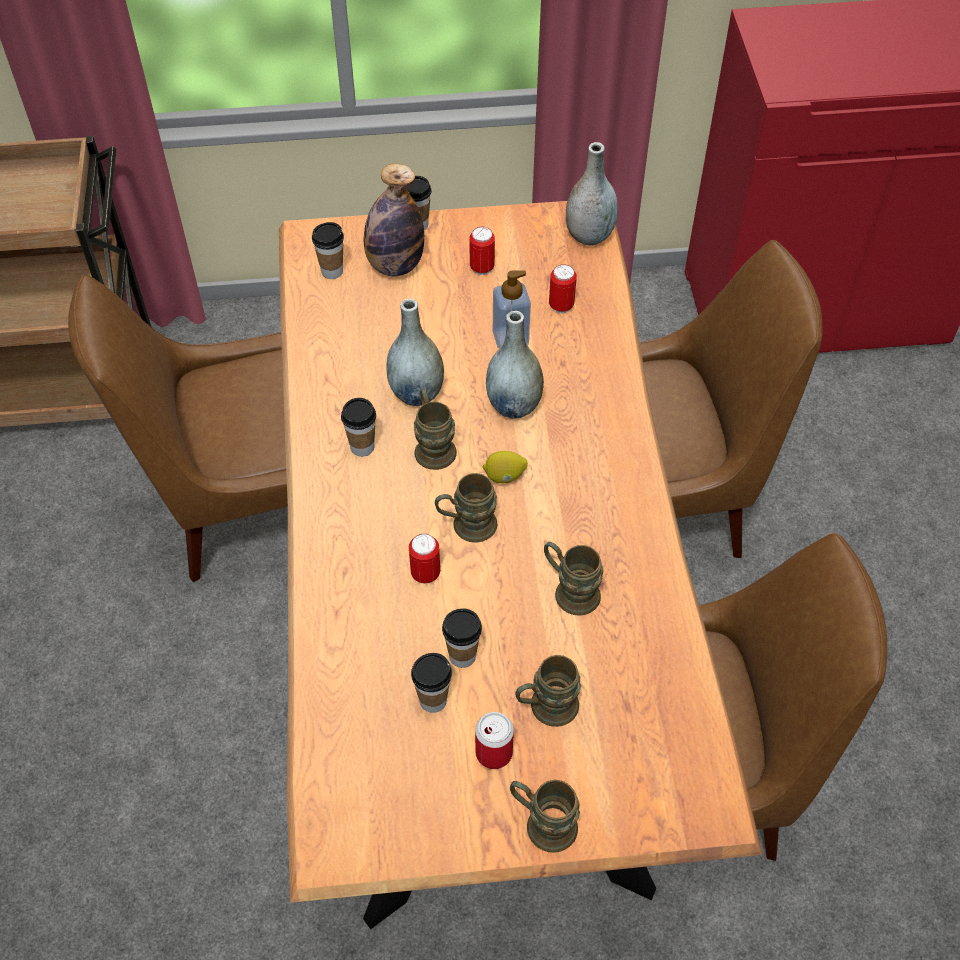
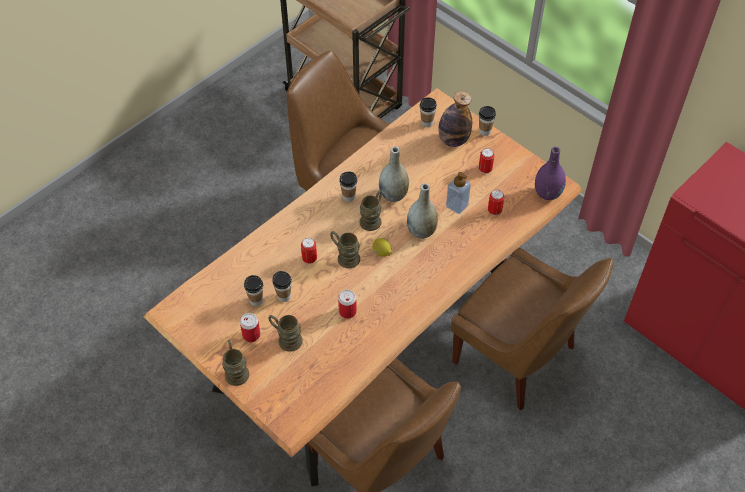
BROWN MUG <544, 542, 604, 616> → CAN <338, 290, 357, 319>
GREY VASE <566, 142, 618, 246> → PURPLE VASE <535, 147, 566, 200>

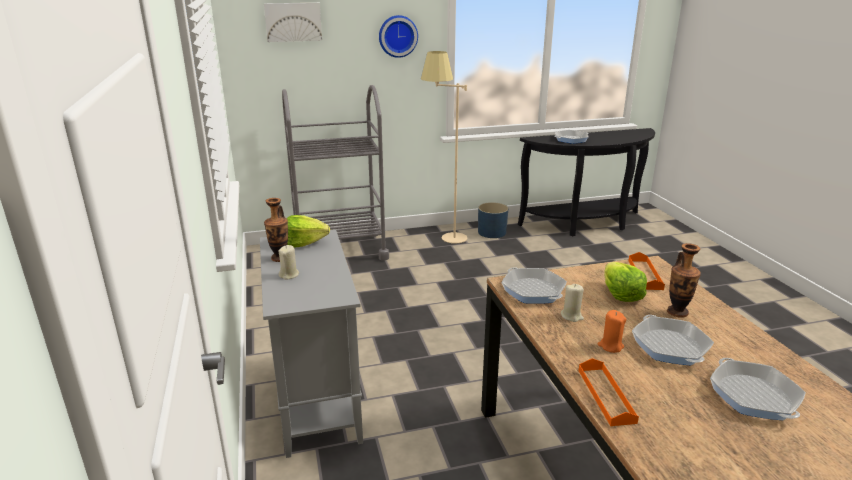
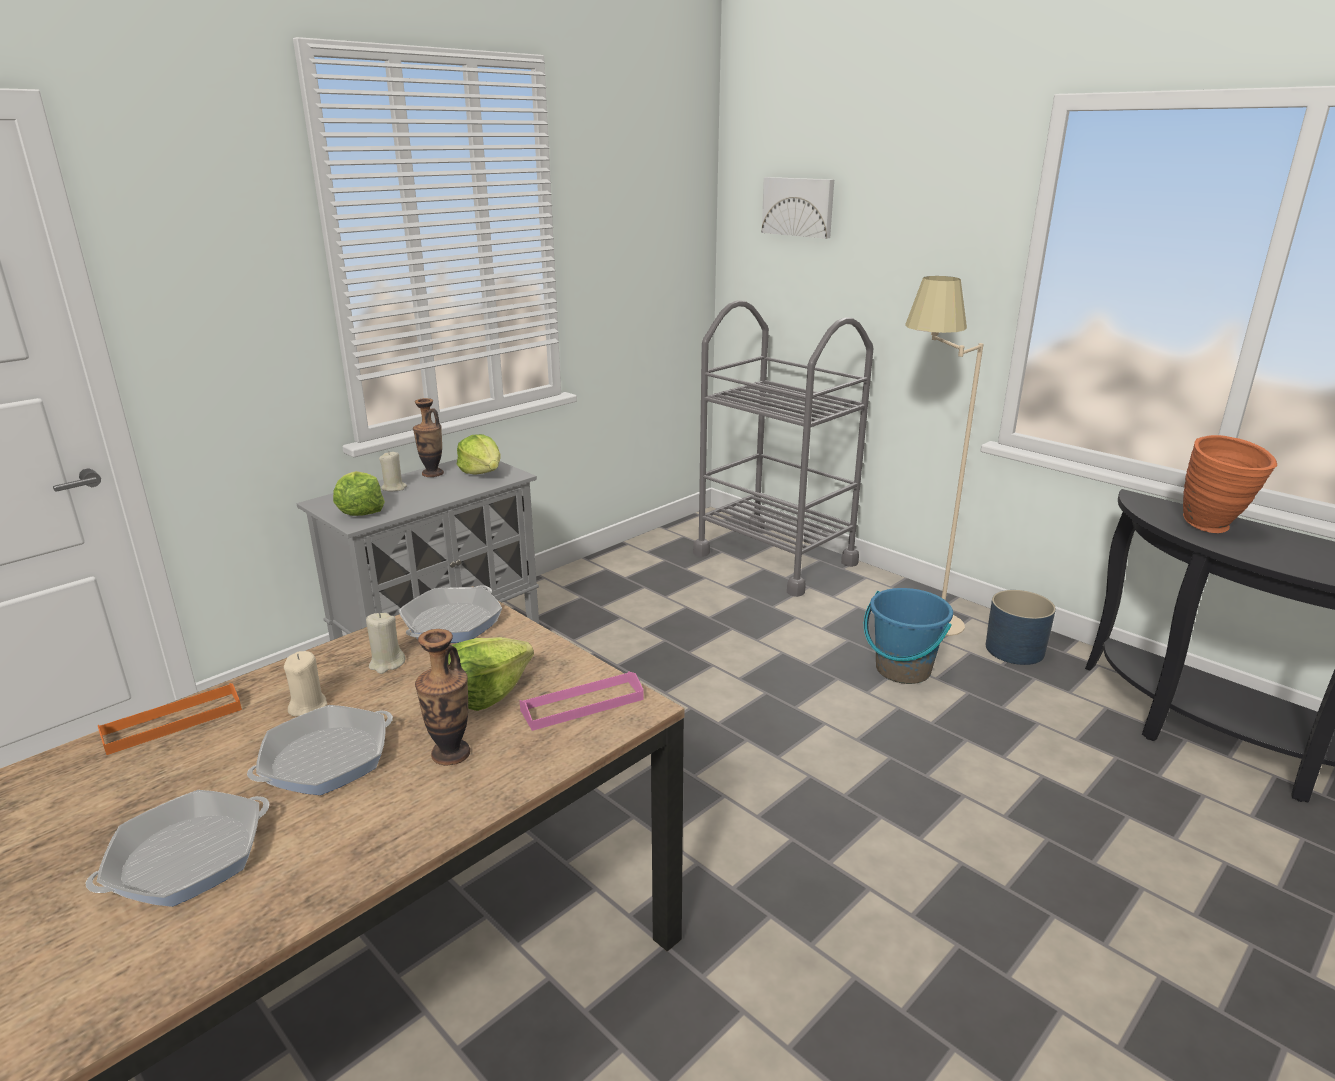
WALL CLOCK <379, 15, 418, 58> → -
- → LETTUCE <333, 471, 385, 516>
- → BLUE BUCKET <864, 588, 953, 684>
FRYING PAN <554, 130, 589, 144> → ORANGE VASE <1183, 435, 1277, 533>
ORANGE CANDLE <597, 310, 626, 353> → BEIGE CANDLE <284, 651, 327, 716>
ORANGE TRAY <628, 252, 665, 290> → PINK TRAY <520, 671, 644, 731>

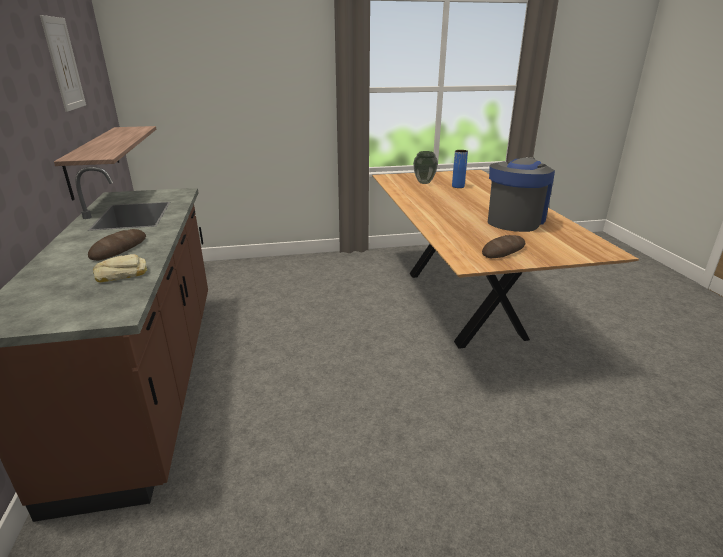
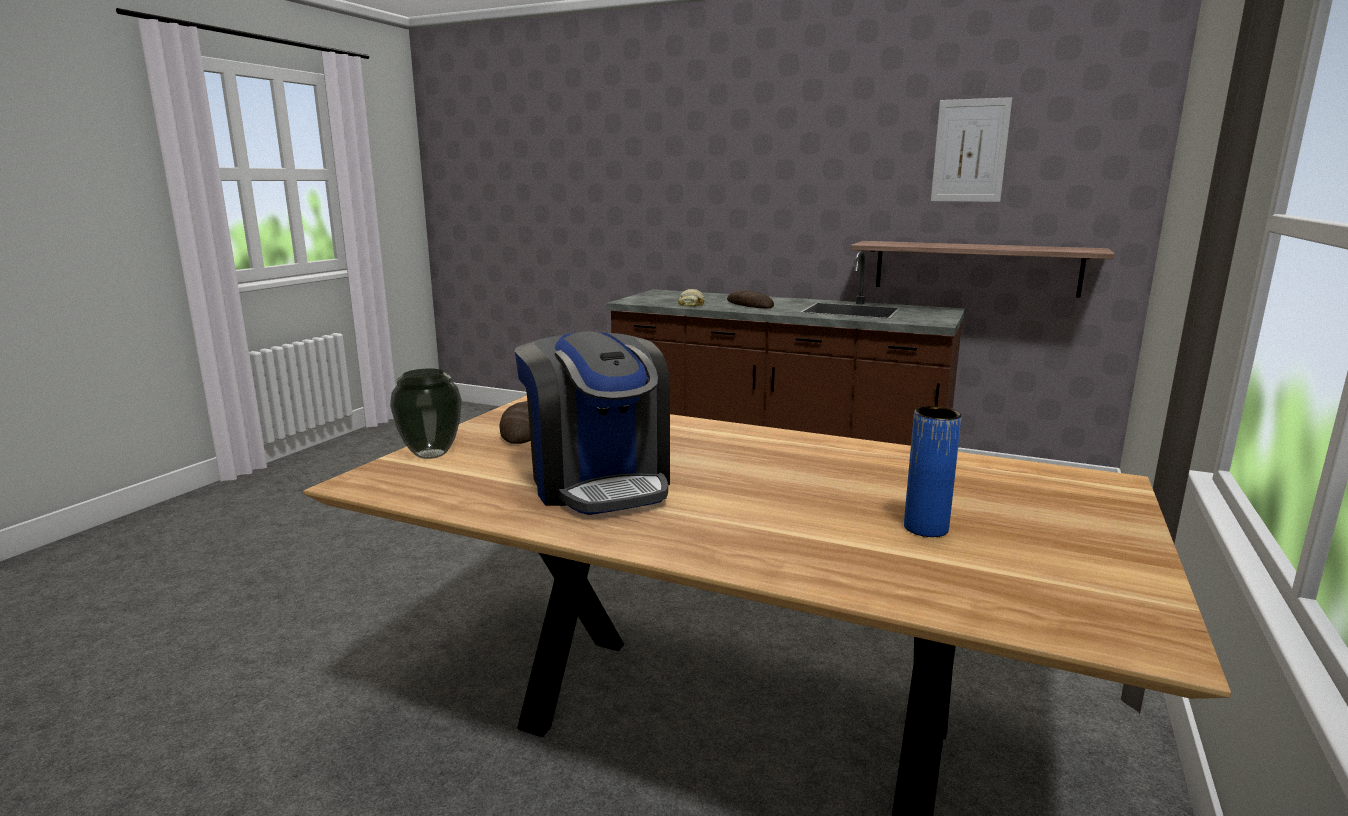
VASE <413, 151, 438, 184> → VASE <390, 369, 462, 459>, moved

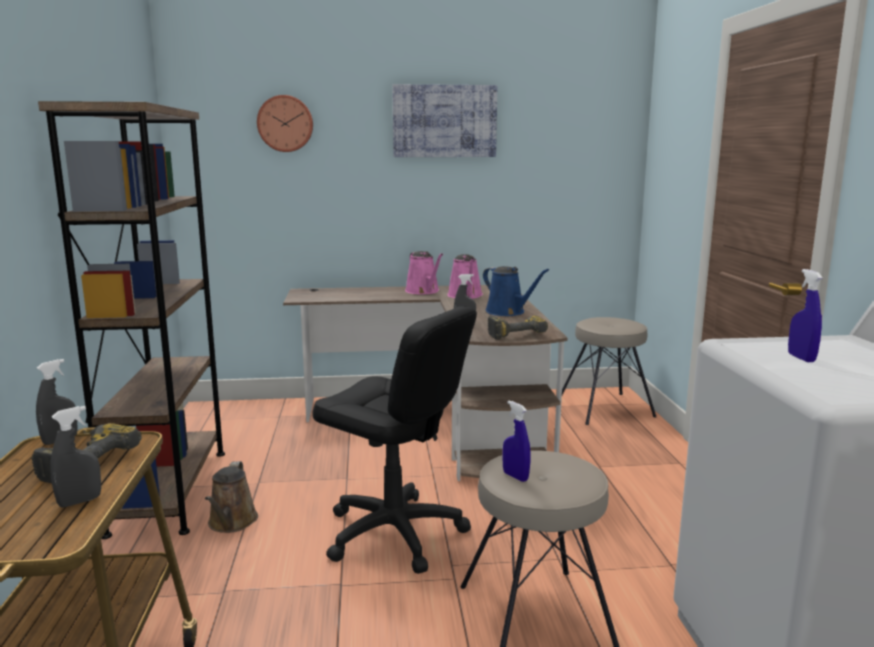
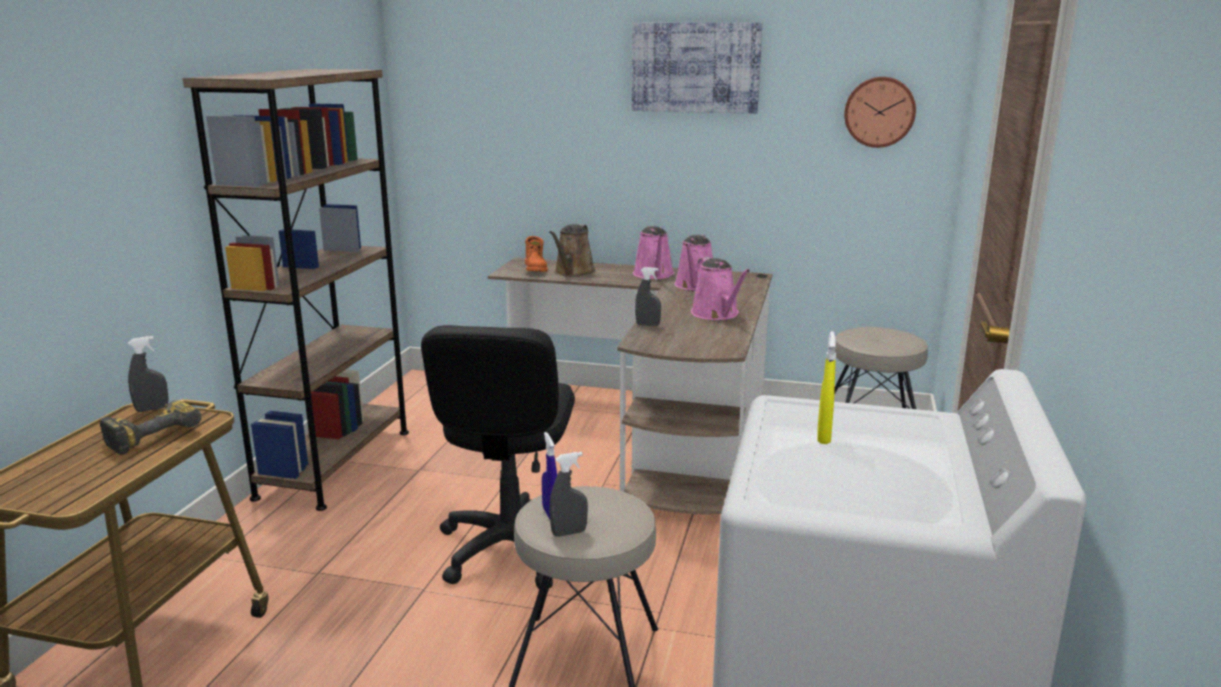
POWER DRILL <488, 316, 548, 340> → -
- → ORANGE BOOT <525, 236, 548, 272>
GREY SPRAY BOTTLE <50, 406, 101, 508> → GREY SPRAY BOTTLE <549, 452, 588, 537>, moved
BROWN WATERING CAN <205, 461, 258, 533> → BROWN WATERING CAN <549, 224, 596, 277>, moved
WALL CLOCK <257, 95, 313, 152> → WALL CLOCK <844, 77, 916, 148>, moved
BLUE WATERING CAN <483, 266, 549, 316> → PINK WATERING CAN <691, 257, 750, 320>
BLUE SPRAY BOTTLE <788, 269, 823, 362> → YELLOW SPRAY BOTTLE <817, 331, 836, 444>
BLACK OFFICE CHAIR <312, 306, 477, 574> → BLACK OFFICE CHAIR <421, 325, 575, 589>, 45 degrees clockwise

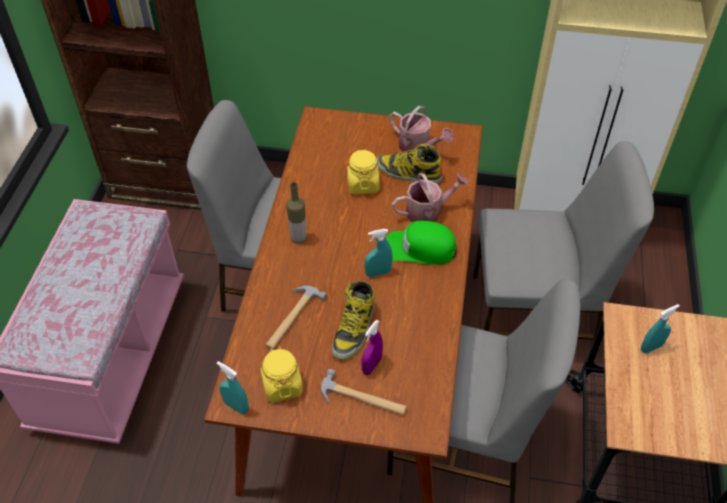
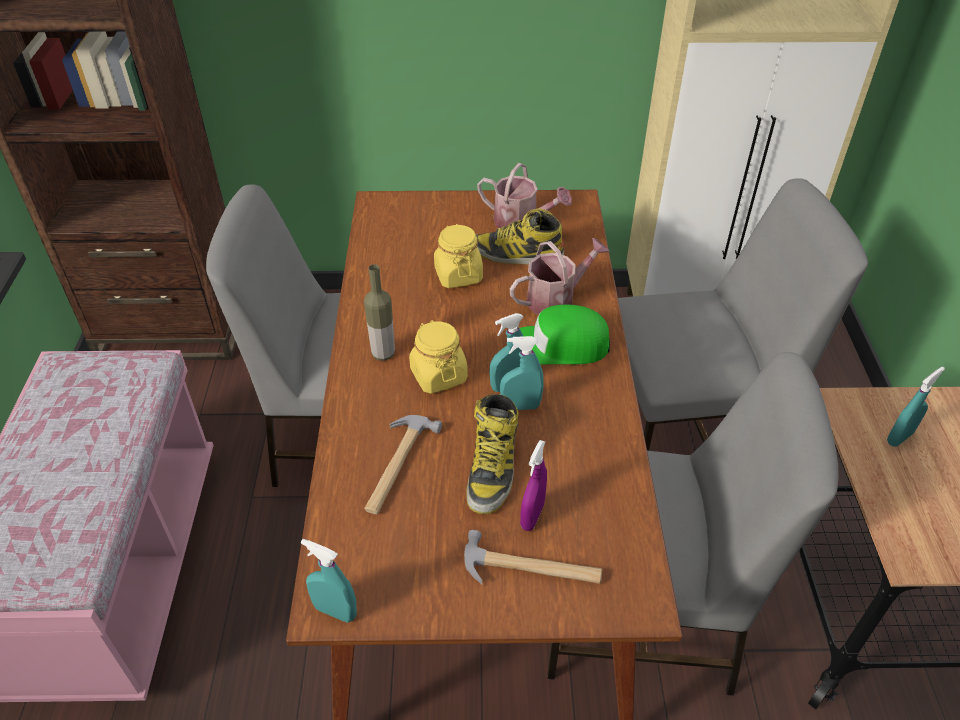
- → TURQUOISE SPRAY BOTTLE <500, 336, 544, 410>
YELLOW JAR <260, 346, 303, 402> → YELLOW JAR <409, 320, 468, 394>, moved

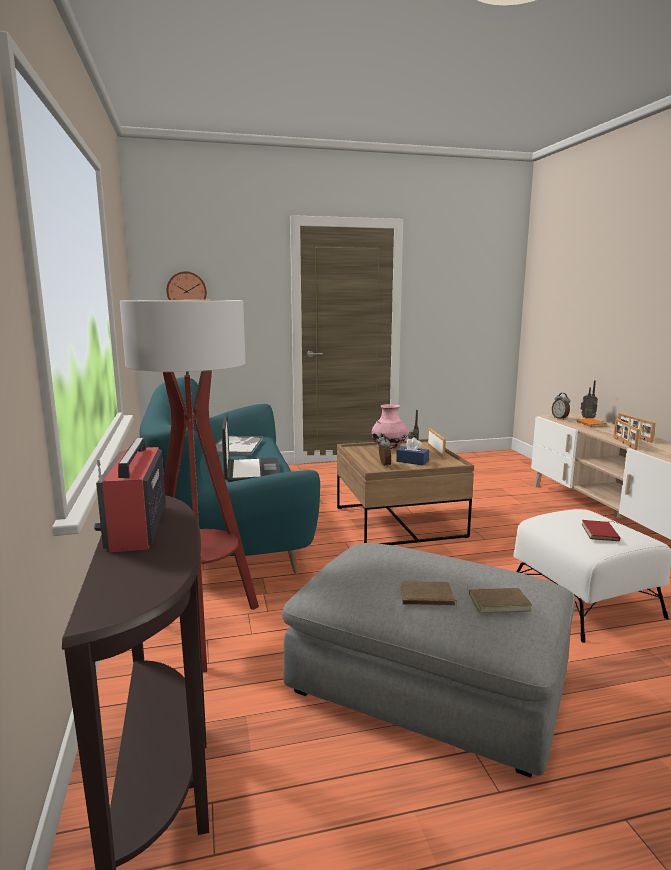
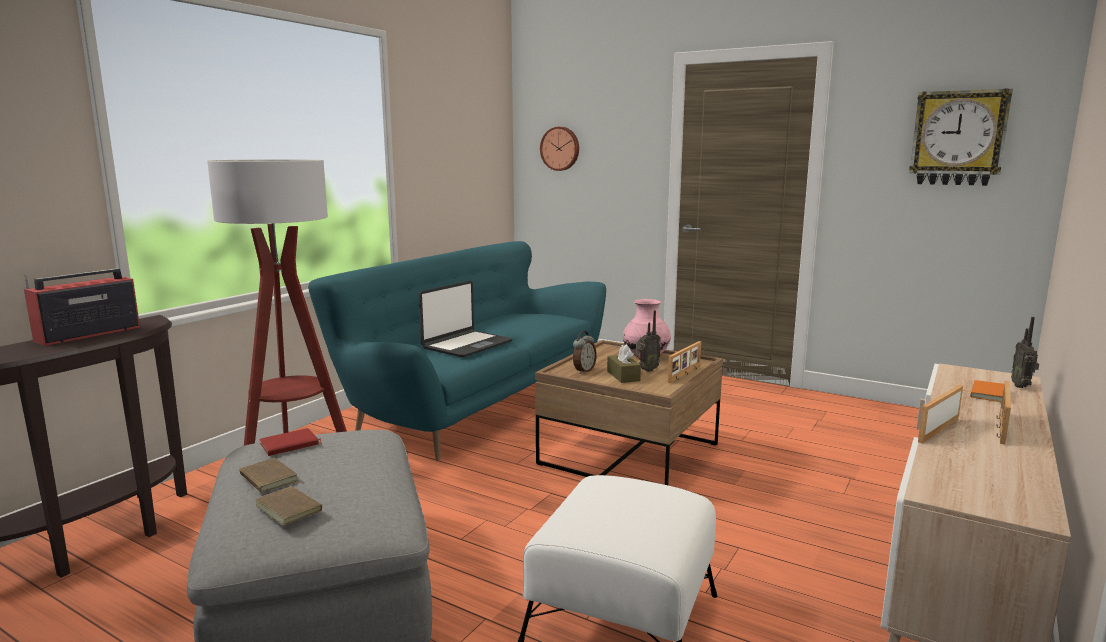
TRAY <216, 436, 263, 456> → -
ALARM CLOCK <552, 393, 570, 420> → -
- → WALL CLOCK <909, 89, 1013, 186>
RED BOOK <582, 520, 621, 541> → RED BOOK <259, 428, 322, 456>, moved
BLUE TISSUE BOX <396, 437, 429, 466> → BROWN TISSUE BOX <607, 344, 641, 383>

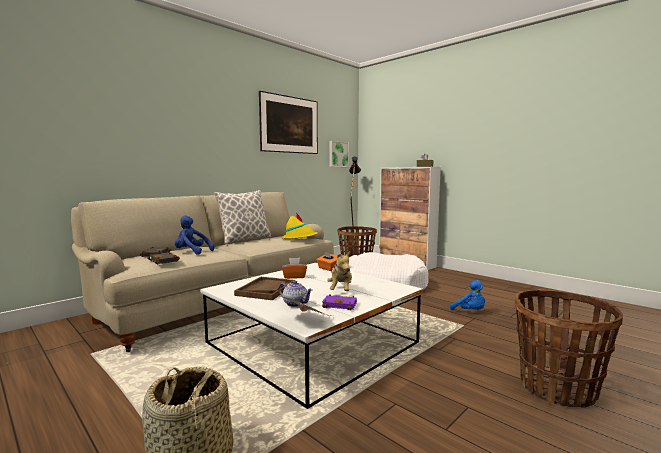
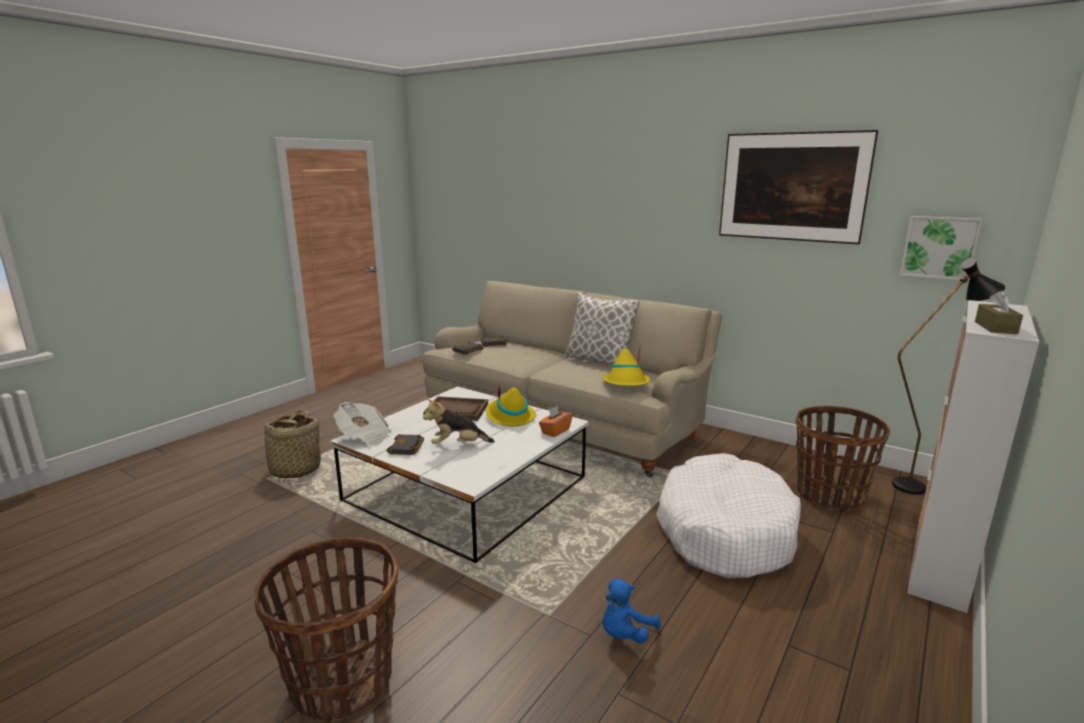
BLUE PLUSH TOY <175, 215, 214, 255> → -
TEAPOT <279, 281, 313, 307> → -
ORANGE TISSUE BOX <282, 258, 307, 279> → YELLOW HAT <486, 385, 536, 426>
PURPLE BOOK <322, 294, 357, 310> → BLACK BOOK <386, 434, 424, 455>

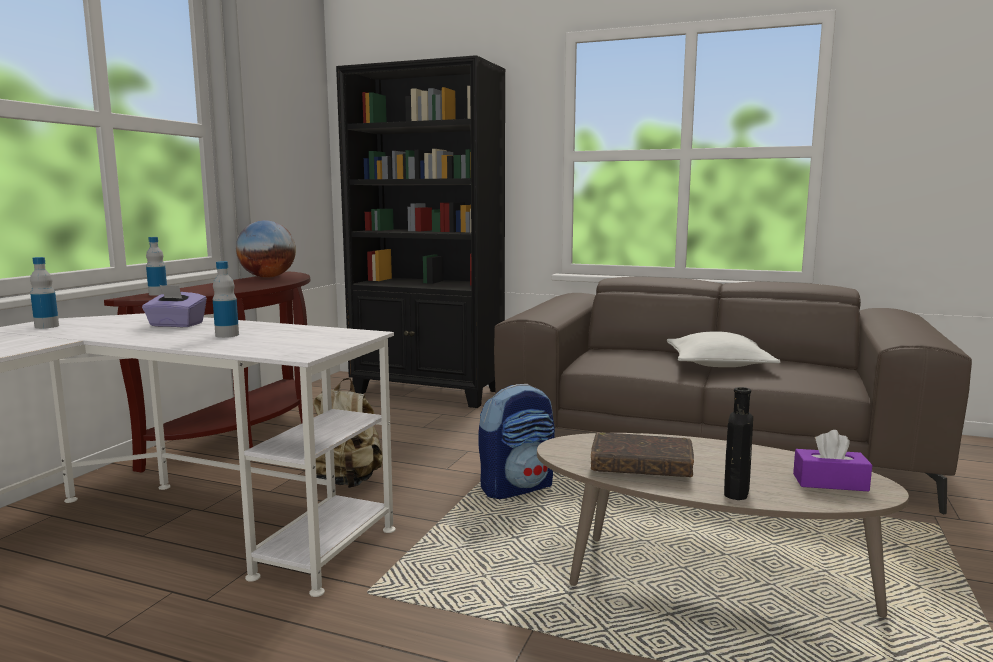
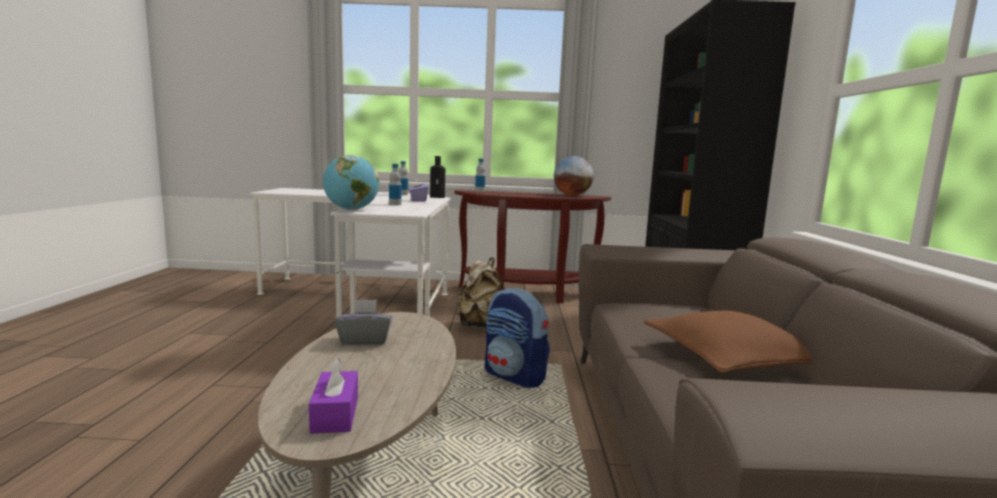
- → GLOBE <323, 155, 379, 210>
BLACK BOTTLE <724, 387, 753, 500> → BLACK BOTTLE <430, 156, 445, 198>, moved
BROWN BOOK <591, 432, 694, 477> → GREY TISSUE BOX <335, 299, 392, 345>
WHITE PILLOW <667, 331, 781, 367> → BROWN PILLOW <644, 311, 812, 373>

